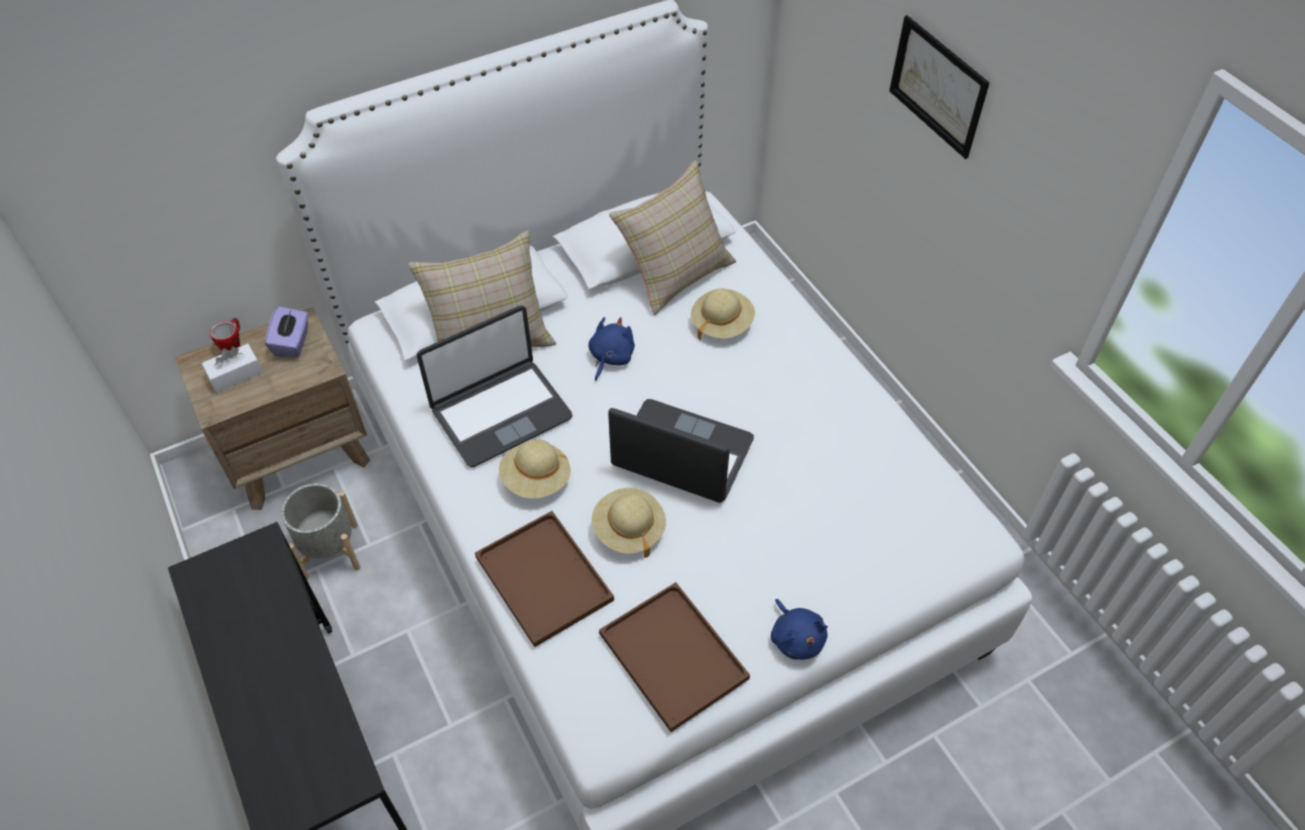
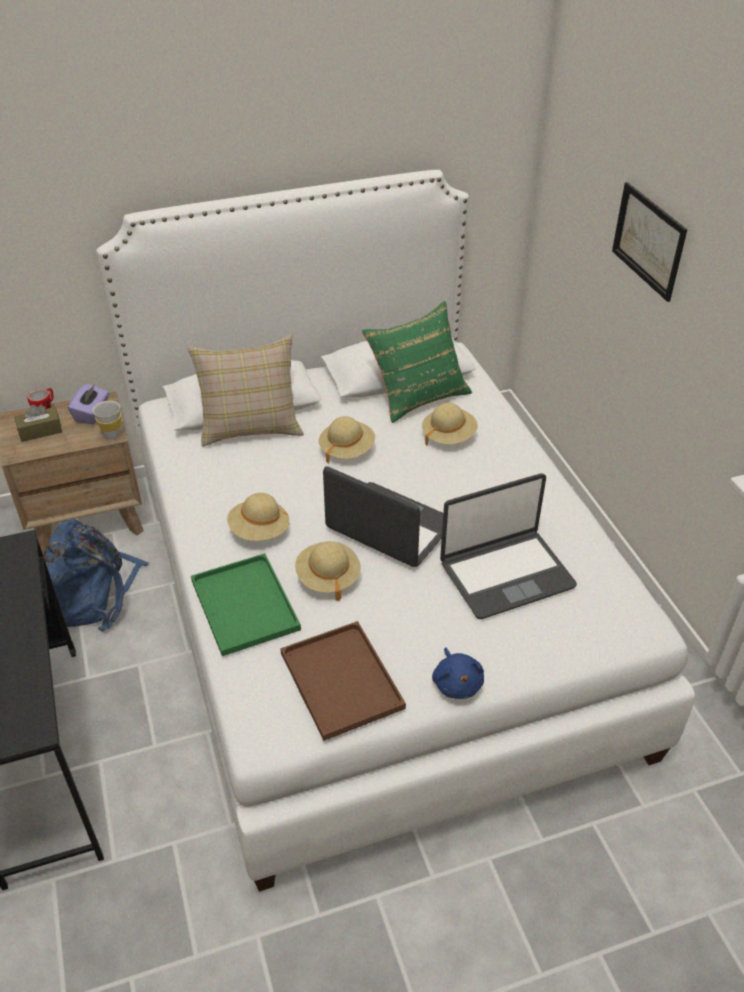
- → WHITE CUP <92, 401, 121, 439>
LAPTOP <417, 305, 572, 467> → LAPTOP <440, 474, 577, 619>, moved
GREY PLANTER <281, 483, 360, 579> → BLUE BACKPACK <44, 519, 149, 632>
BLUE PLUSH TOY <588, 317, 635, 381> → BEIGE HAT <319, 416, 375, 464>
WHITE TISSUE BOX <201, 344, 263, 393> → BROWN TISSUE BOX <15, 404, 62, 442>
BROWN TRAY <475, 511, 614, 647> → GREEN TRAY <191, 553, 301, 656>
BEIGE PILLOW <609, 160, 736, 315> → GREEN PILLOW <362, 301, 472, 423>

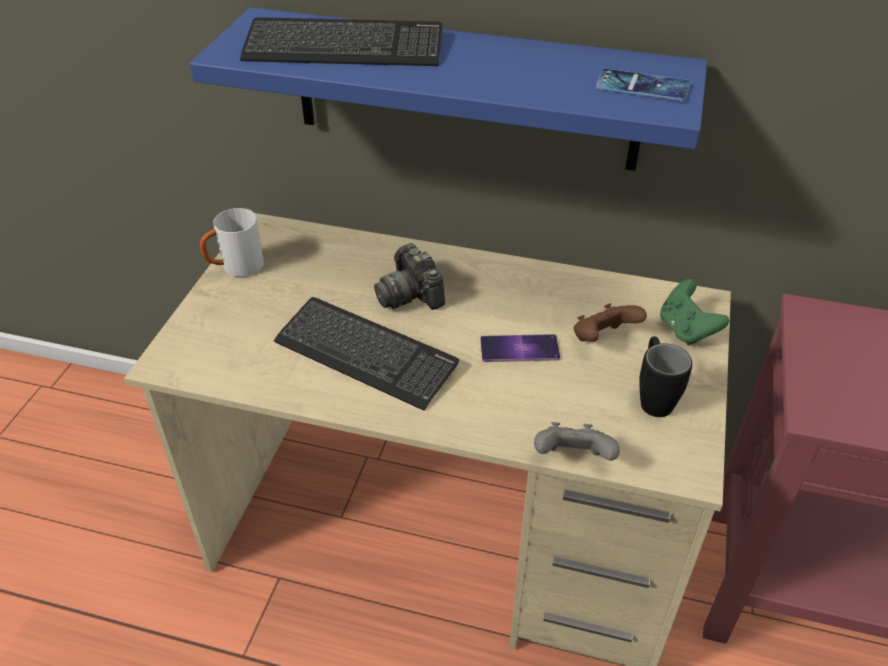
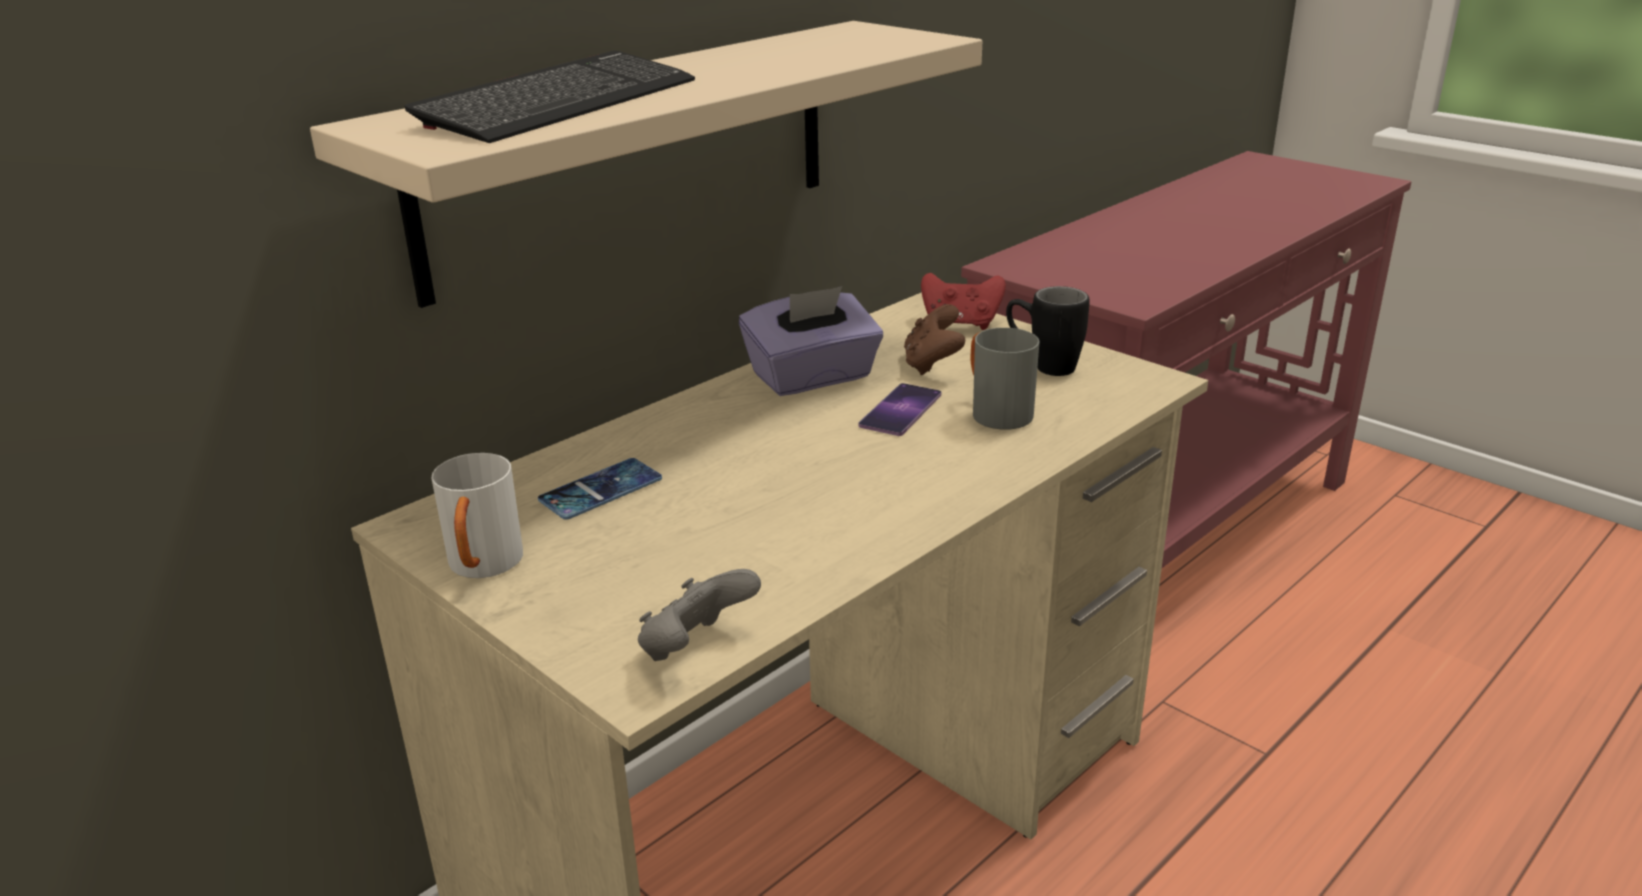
KEYBOARD <274, 297, 459, 411> → -
PHOTO CAMERA <374, 243, 445, 310> → -
- → PURPLE TISSUE BOX <739, 286, 883, 396>
- → GREY MUG <971, 328, 1040, 430>
GREY GAME CONTROLLER <534, 422, 620, 461> → GREY GAME CONTROLLER <638, 569, 761, 661>, moved
PHONE <595, 69, 691, 101> → PHONE <538, 458, 662, 520>, moved
BLUE SHELF <190, 7, 707, 171> → BEIGE SHELF <310, 21, 982, 308>
GREEN GAME CONTROLLER <660, 279, 729, 346> → RED GAME CONTROLLER <921, 273, 1006, 330>

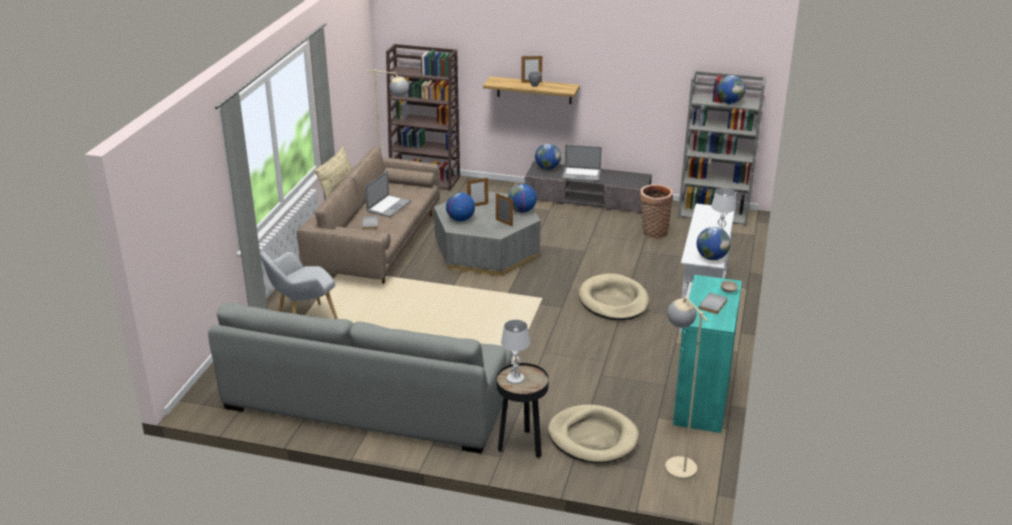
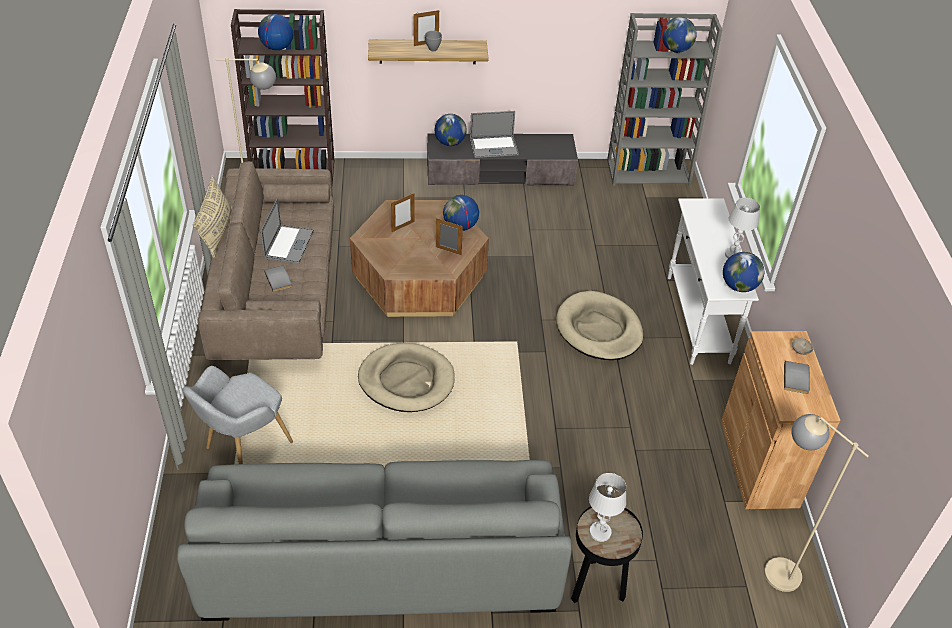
BASKET <640, 184, 673, 239> → -
GLOBE <446, 192, 475, 222> → GLOBE <258, 14, 293, 50>, moved
BEIGE DOG BED <548, 404, 639, 463> → BEIGE DOG BED <358, 343, 455, 412>, moved
GREY COFFEE TABLE <434, 191, 541, 276> → BROWN COFFEE TABLE <350, 200, 489, 317>
TURQUOISE CABINET <673, 275, 742, 433> → BROWN CABINET <721, 331, 840, 509>

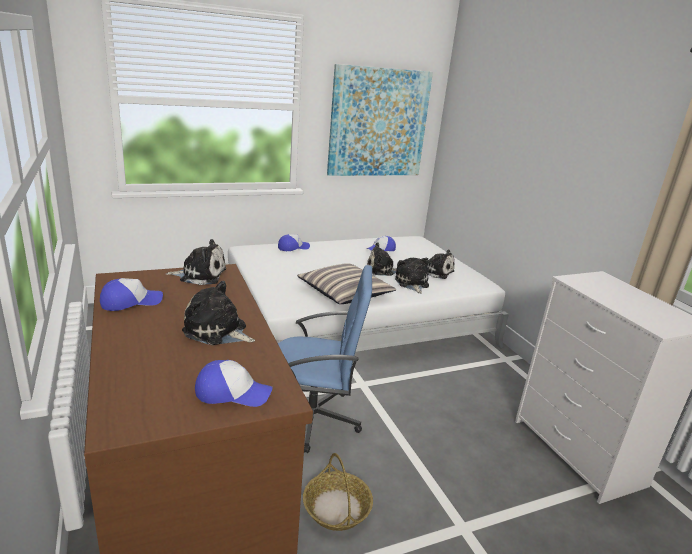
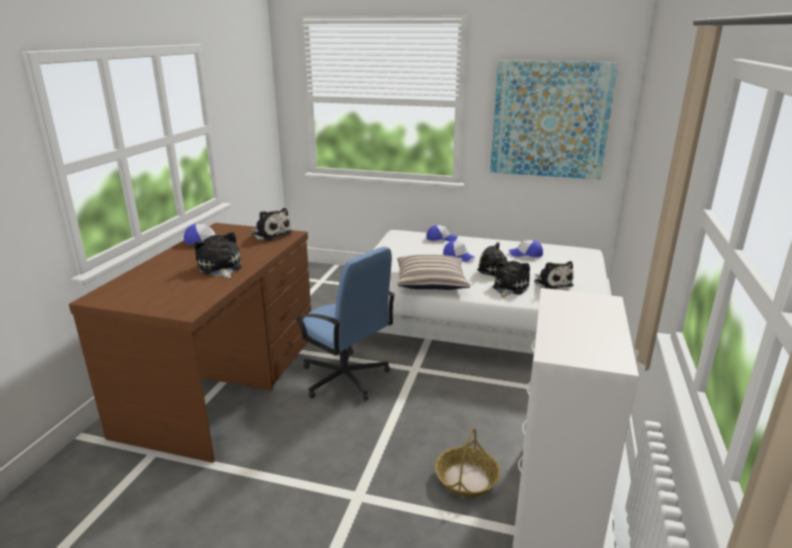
CAP <195, 360, 272, 407> → CAP <443, 241, 475, 262>, moved
BASKET <303, 453, 373, 531> → BASKET <435, 428, 501, 497>, moved

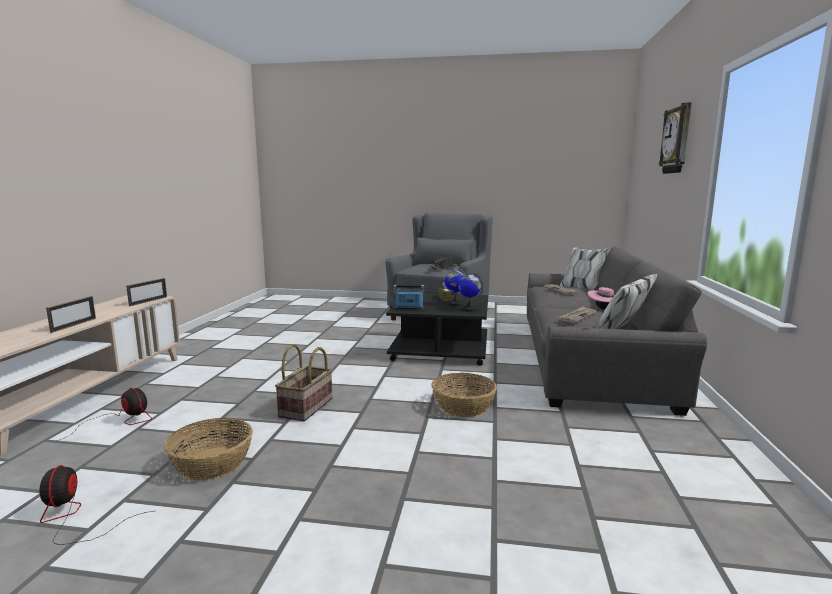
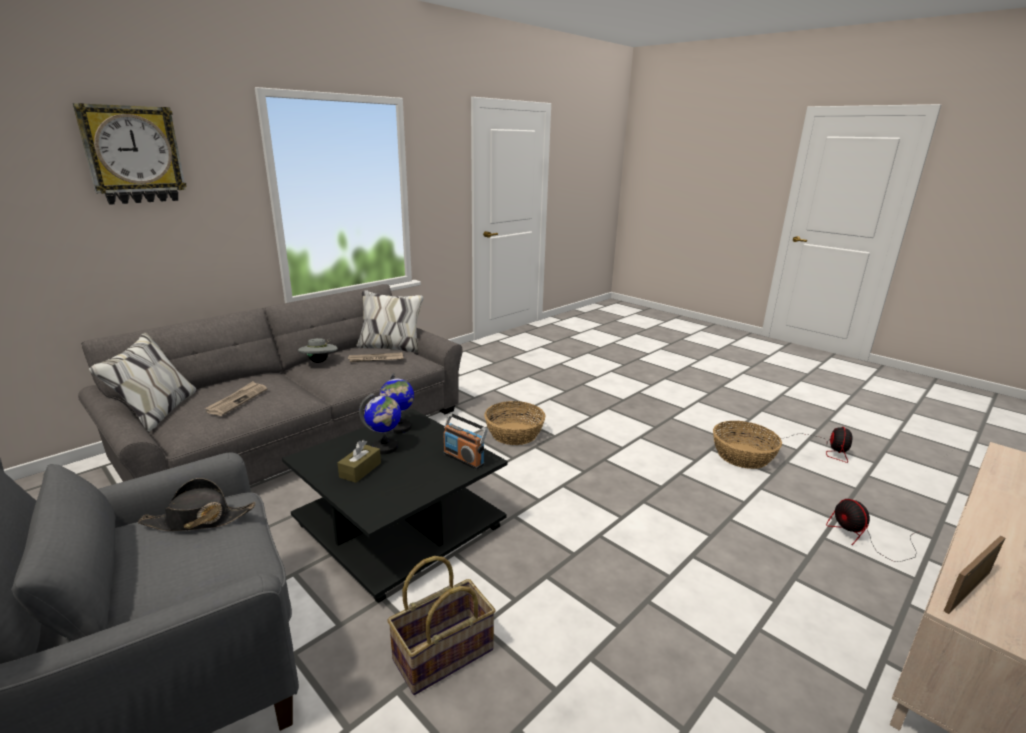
PICTURE FRAME <46, 296, 96, 333> → -
BASKET <275, 344, 332, 421> → BASKET <387, 556, 496, 695>, moved
PINK HAT <587, 287, 614, 310> → GREY HAT <298, 338, 338, 363>

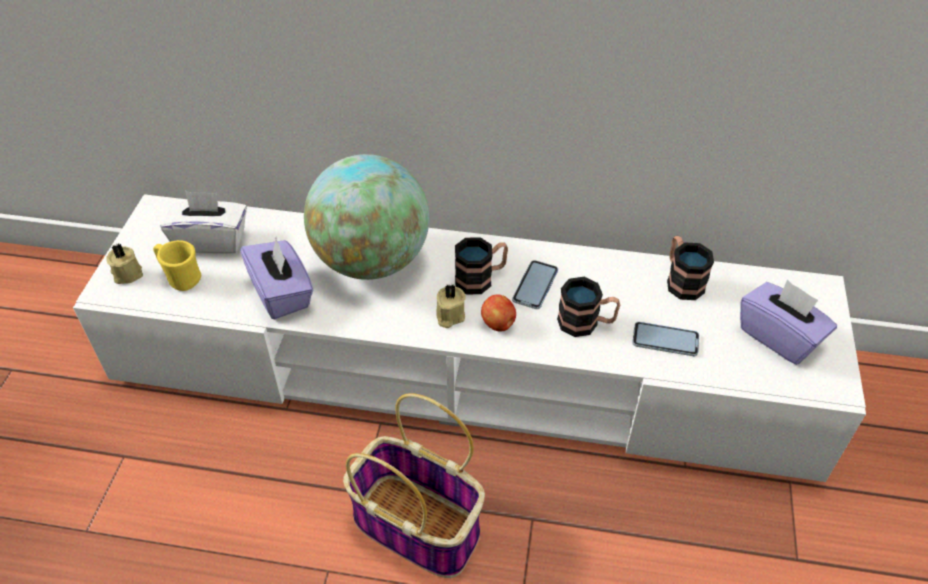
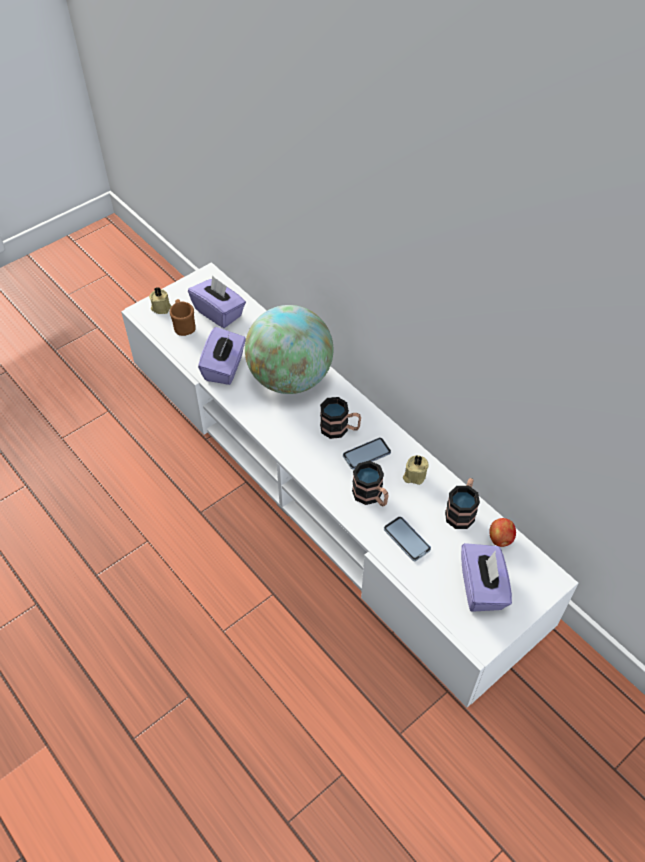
BASKET <343, 393, 485, 578> → -
BEIGE CANDLE <436, 285, 466, 328> → BEIGE CANDLE <403, 455, 429, 485>, moved
APPLE <481, 294, 516, 332> → APPLE <489, 518, 516, 547>, moved
YELLOW MUG <153, 240, 201, 291> → BROWN MUG <170, 299, 196, 336>
WHITE TISSUE BOX <160, 191, 247, 254> → PURPLE TISSUE BOX <188, 275, 246, 328>

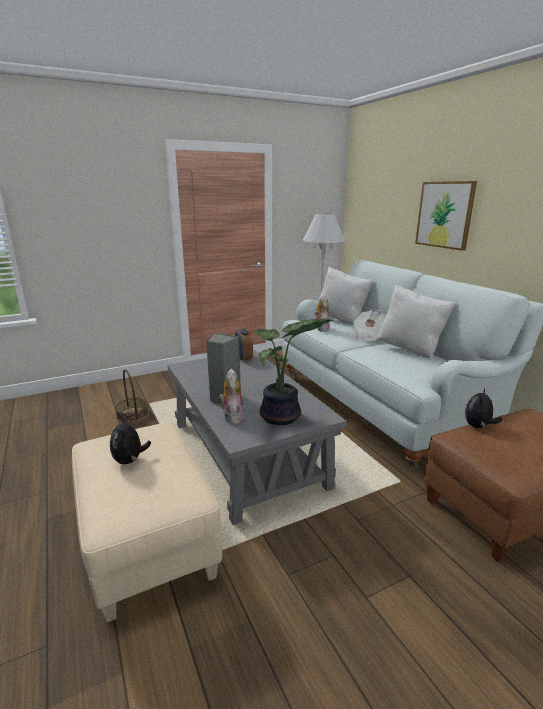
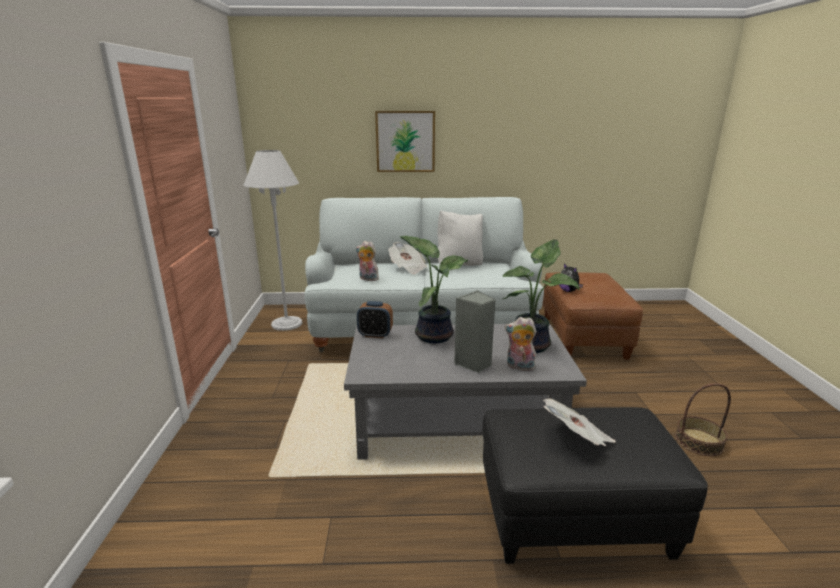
WHITE PILLOW <316, 267, 373, 325> → -
- → POTTED PLANT <400, 236, 468, 343>
BASKET <115, 369, 149, 423> → BASKET <675, 383, 731, 456>, moved
PLUSH TOY <110, 416, 151, 464> → NEWSPAPER <543, 399, 616, 446>
BEIGE OTTOMAN <72, 422, 222, 622> → BLACK OTTOMAN <482, 407, 708, 564>

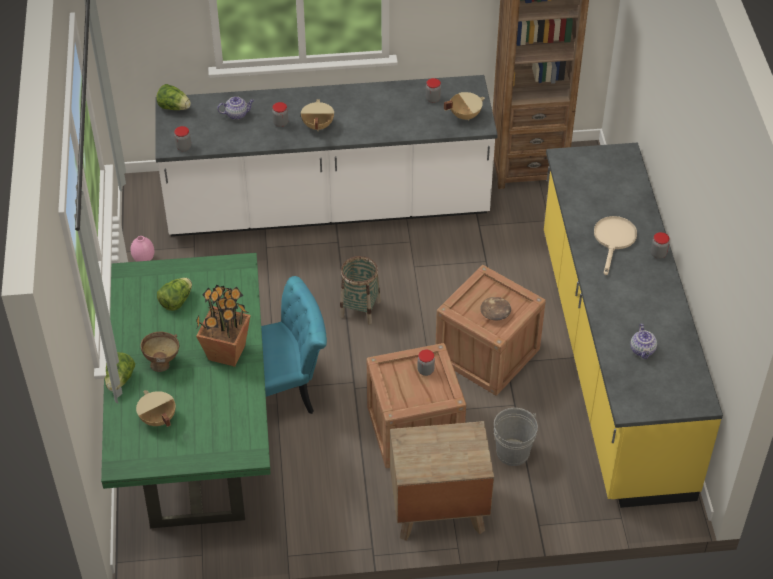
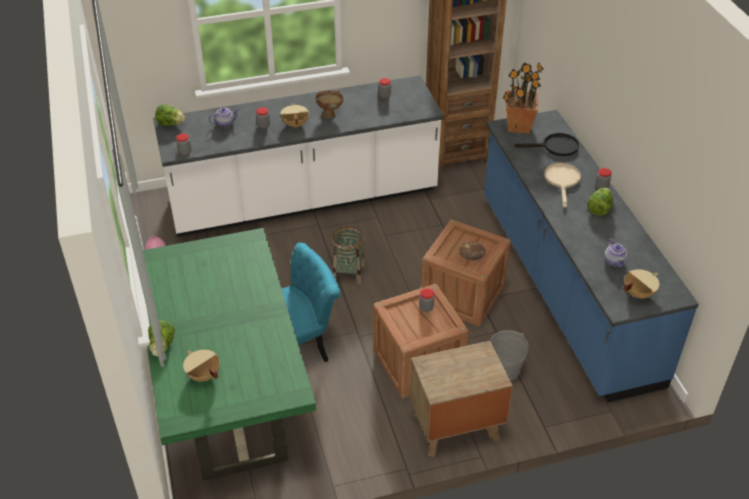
- → BLACK FRYING PAN <514, 133, 579, 156>
BROWN BOWL <140, 332, 179, 372> → BROWN BOWL <315, 90, 344, 119>, moved
LETTUCE <157, 278, 192, 311> → LETTUCE <587, 188, 613, 216>, moved
POTTED PLANT <196, 285, 251, 367> → POTTED PLANT <503, 63, 544, 134>, moved
BEIGE COOKING POT <444, 92, 485, 121> → BEIGE COOKING POT <623, 269, 659, 298>, moved
YELLOW COUNTER <544, 143, 723, 508> → BLUE COUNTER <484, 110, 699, 403>

